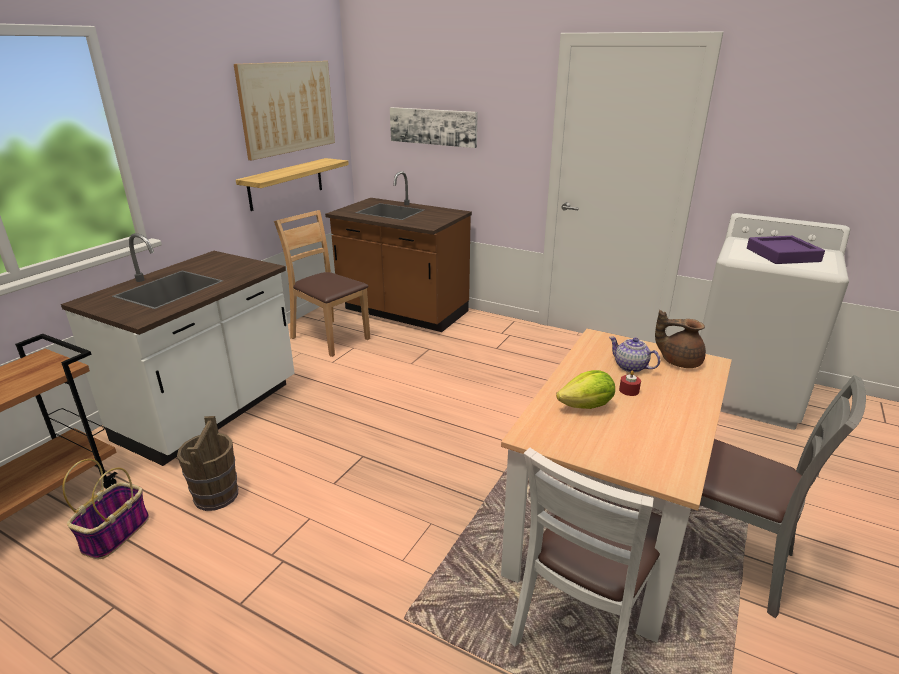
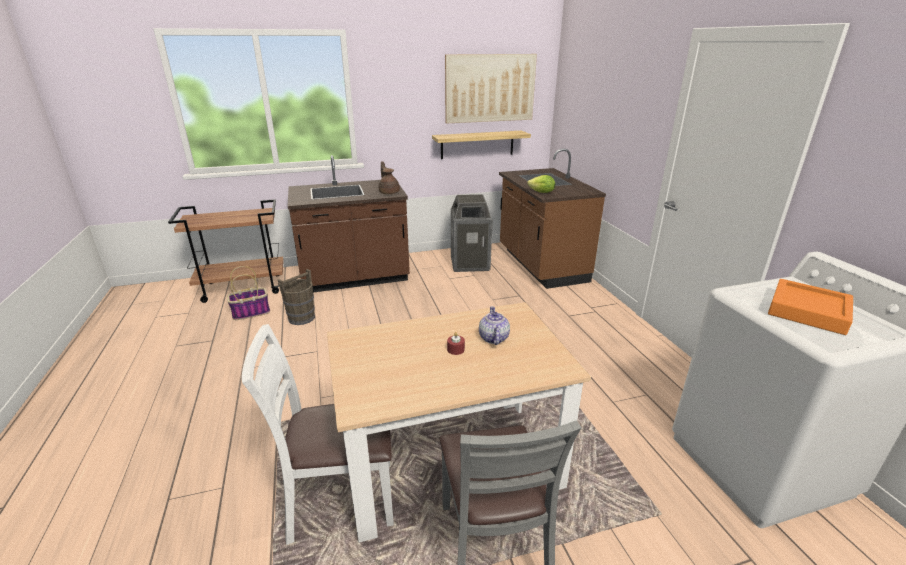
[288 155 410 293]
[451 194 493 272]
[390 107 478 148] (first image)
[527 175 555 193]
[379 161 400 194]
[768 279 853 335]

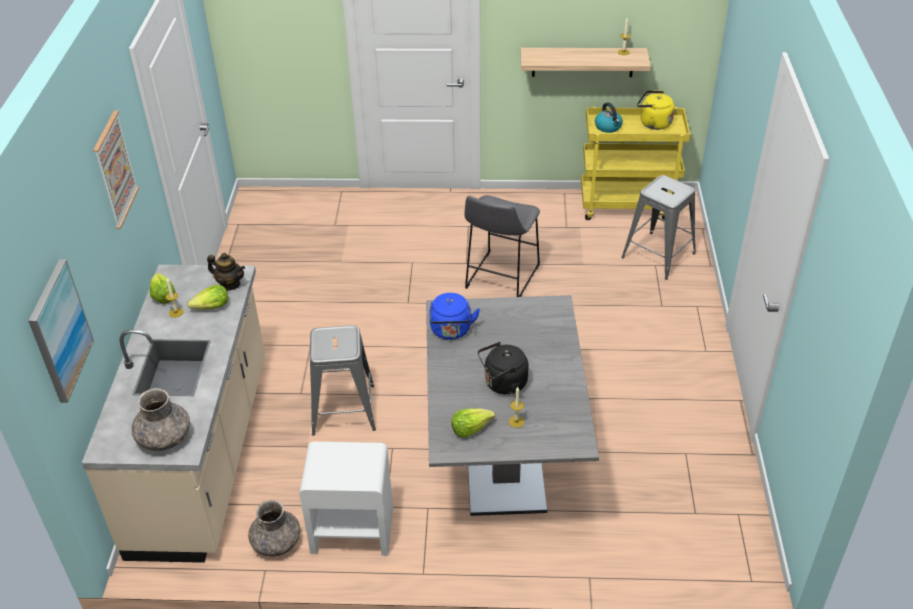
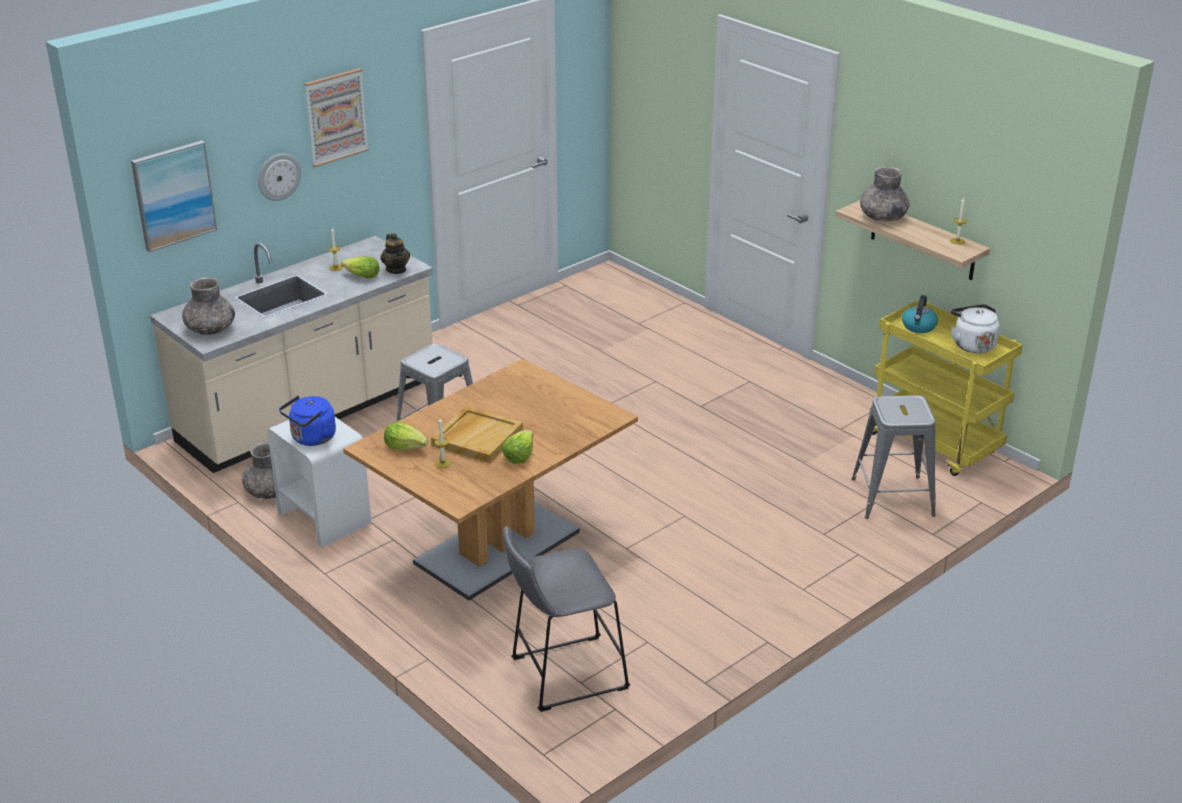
[502 430 533 464]
[343 358 638 601]
[279 395 336 446]
[502 526 630 712]
[431 406 523 463]
[951 304 1000 353]
[258 153 301 201]
[860 167 910 222]

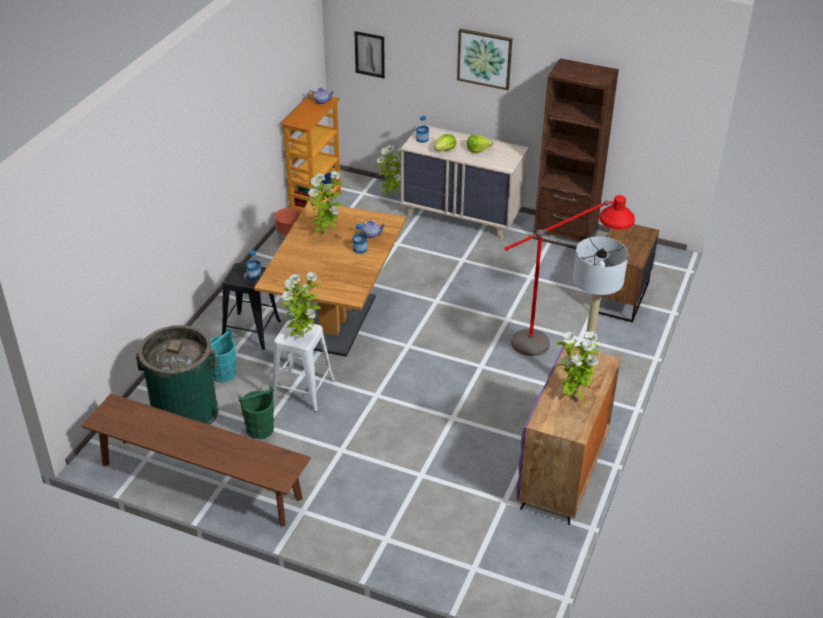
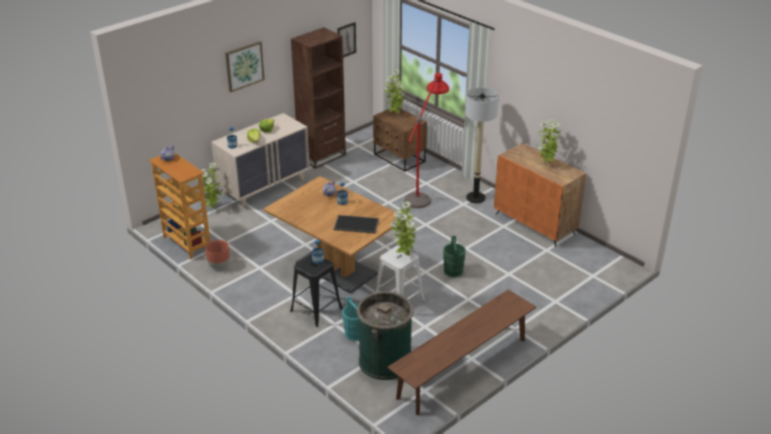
[443 236 466 277]
[384 70 405 114]
[338 22 356 57]
[494 143 586 247]
[334 215 379 233]

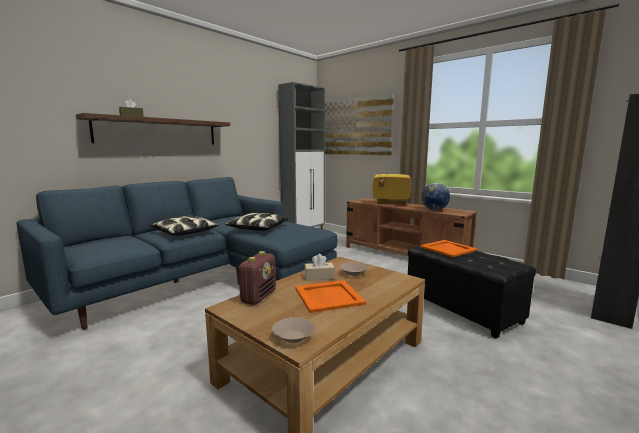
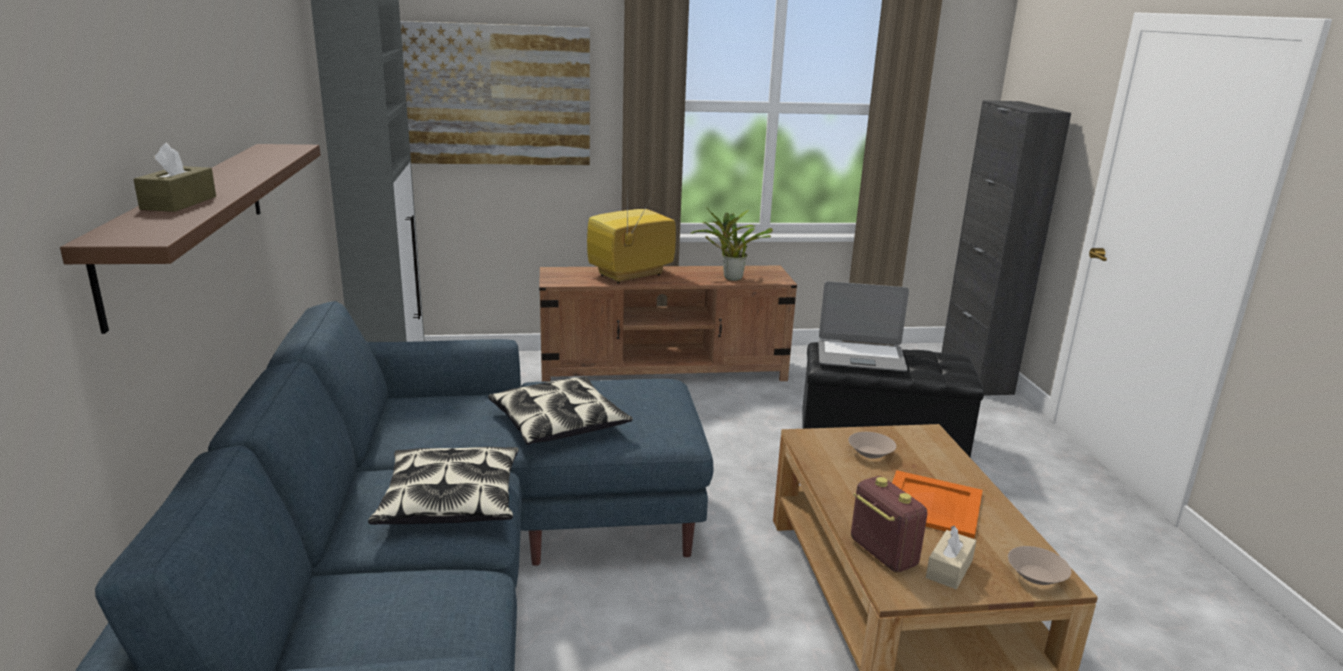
[926 526 976 589]
[818 281 909 372]
[690 208 773 281]

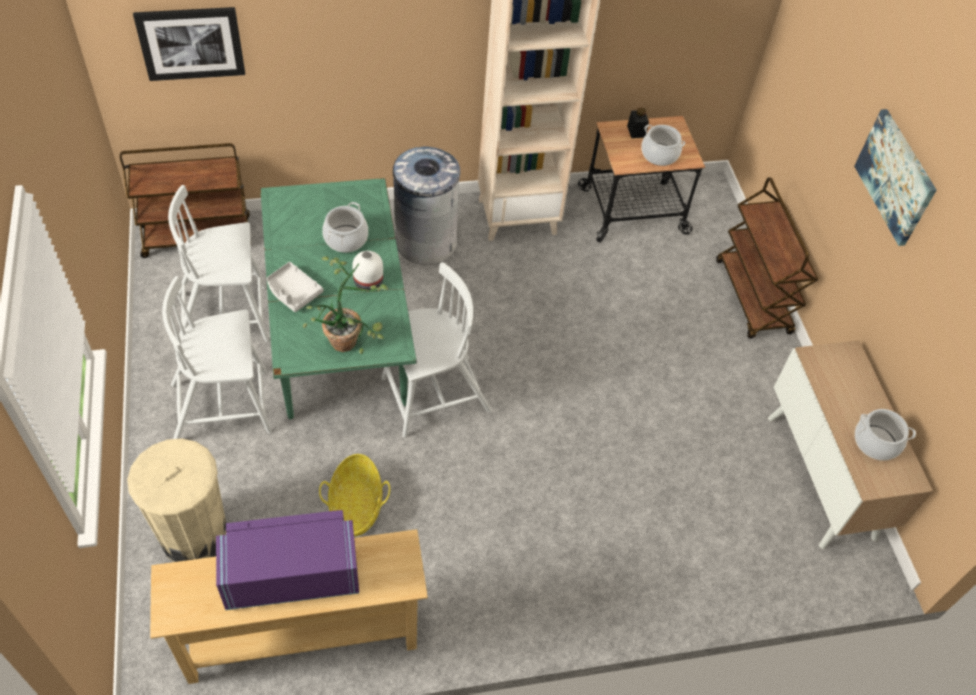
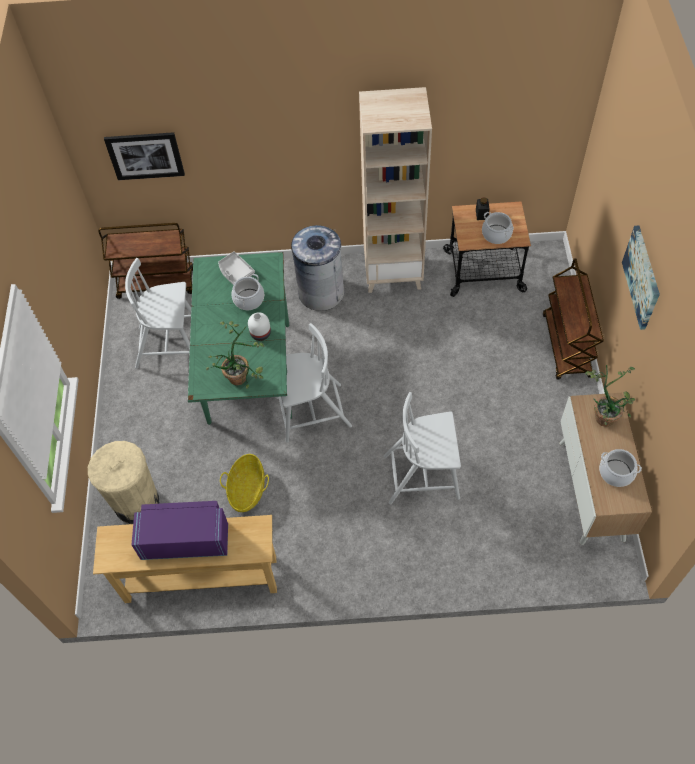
[384 392 461 504]
[218 251 255 285]
[585 365 635 427]

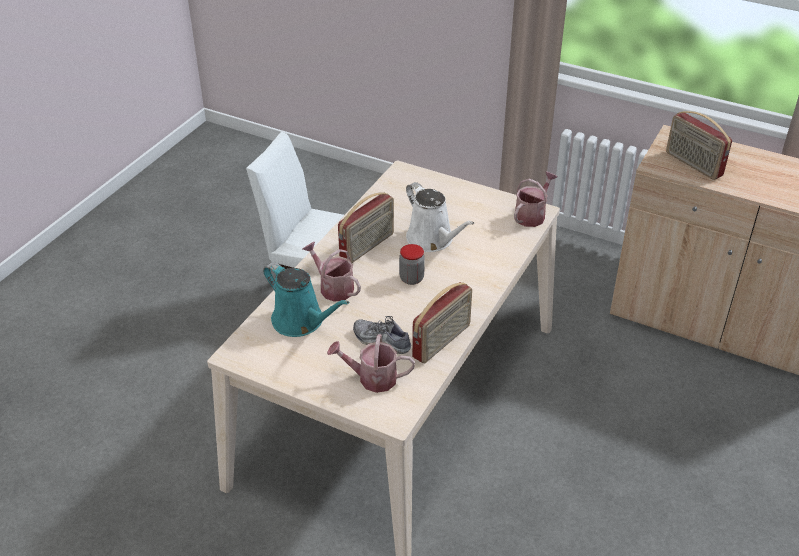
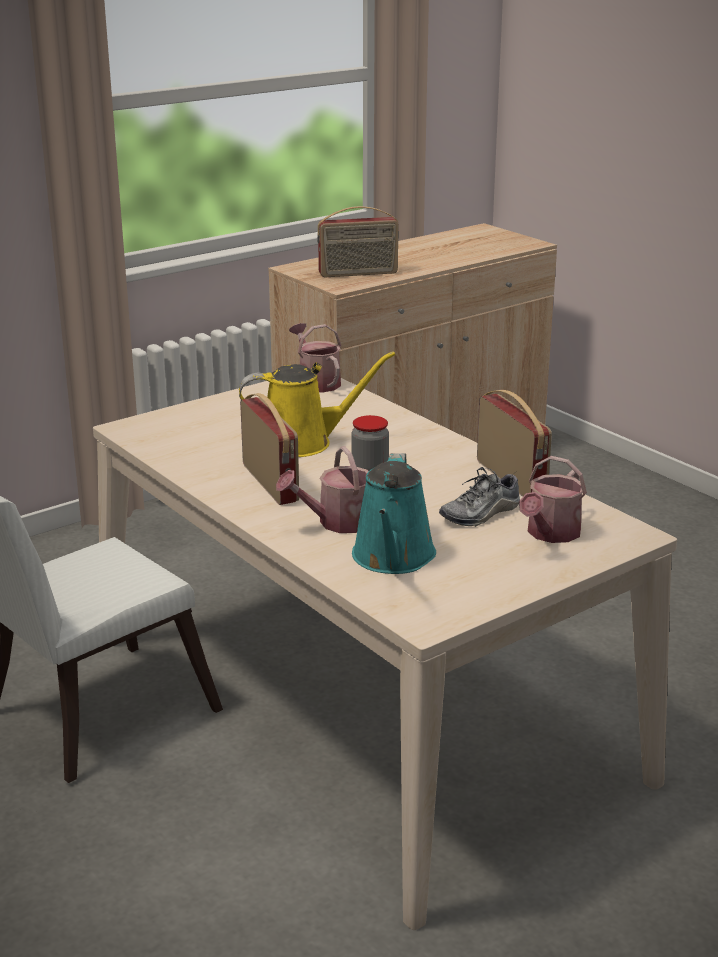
[352 453 436 574]
[239 351 395 457]

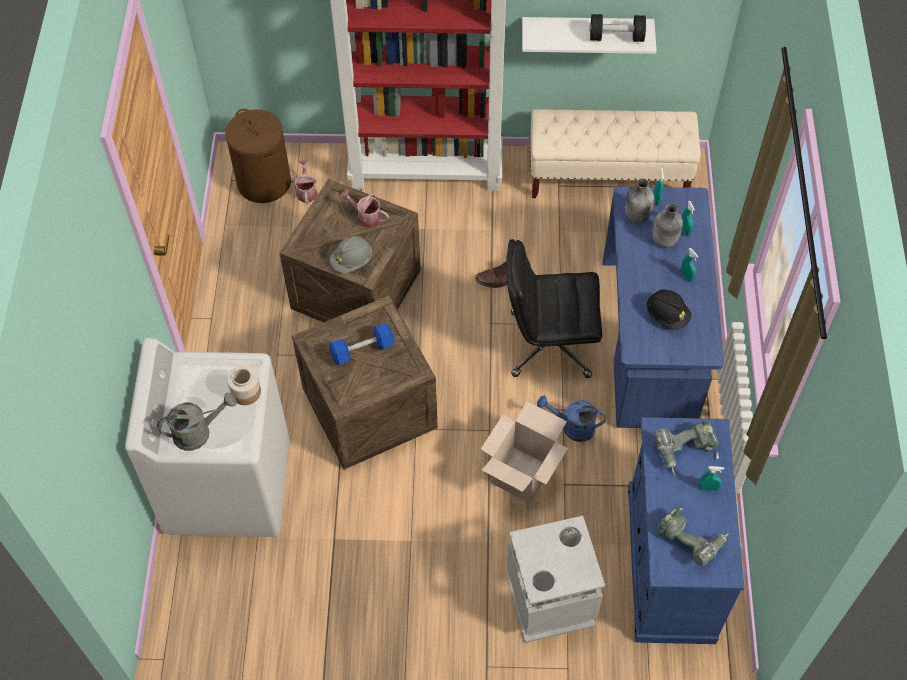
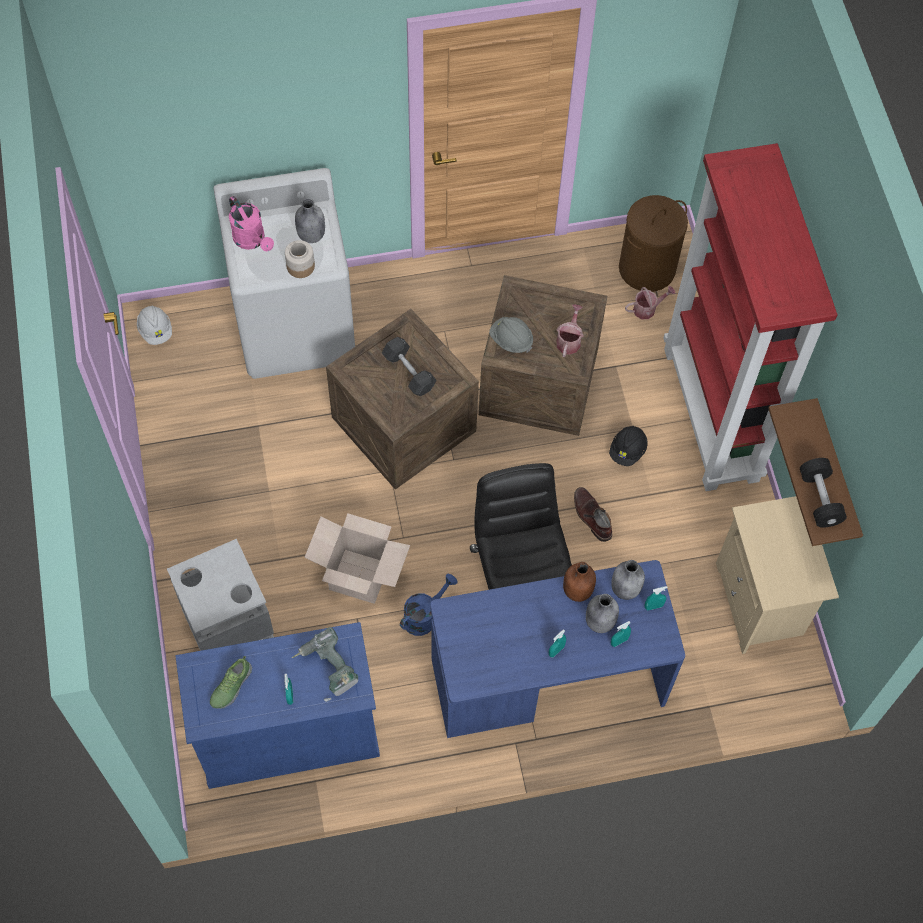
[229 196 274 251]
[382 337 436 396]
[768 398 863 546]
[716 496 839 654]
[400 574 457 636]
[609 426 648 466]
[210 656 252 709]
[137 306 172 345]
[295 198 325 243]
[563 562 596 602]

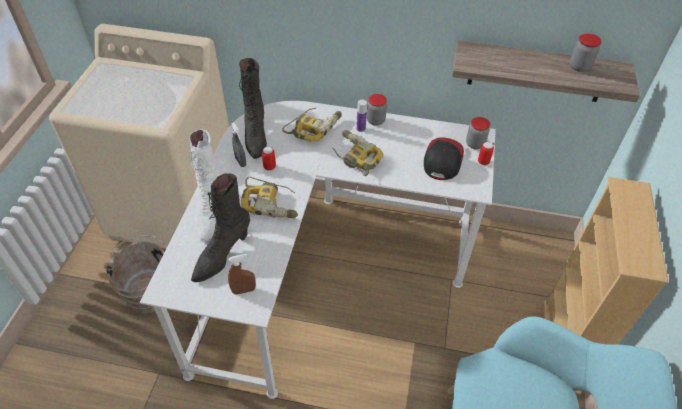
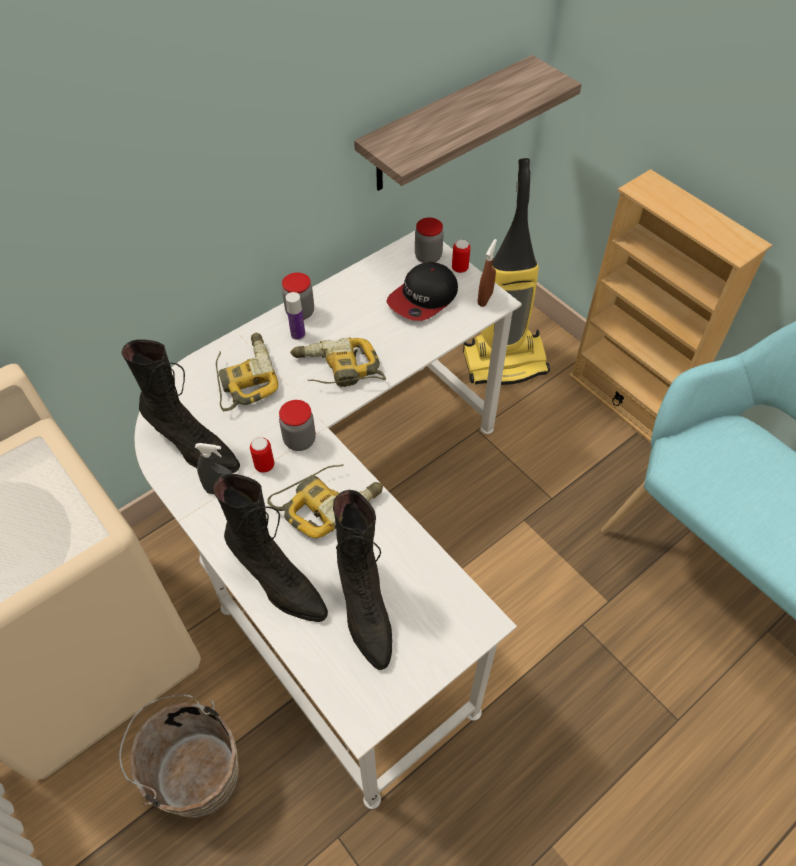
[213 473 328 622]
[478 239 497 307]
[386 262 458 321]
[279 400 316 451]
[463 158 550 385]

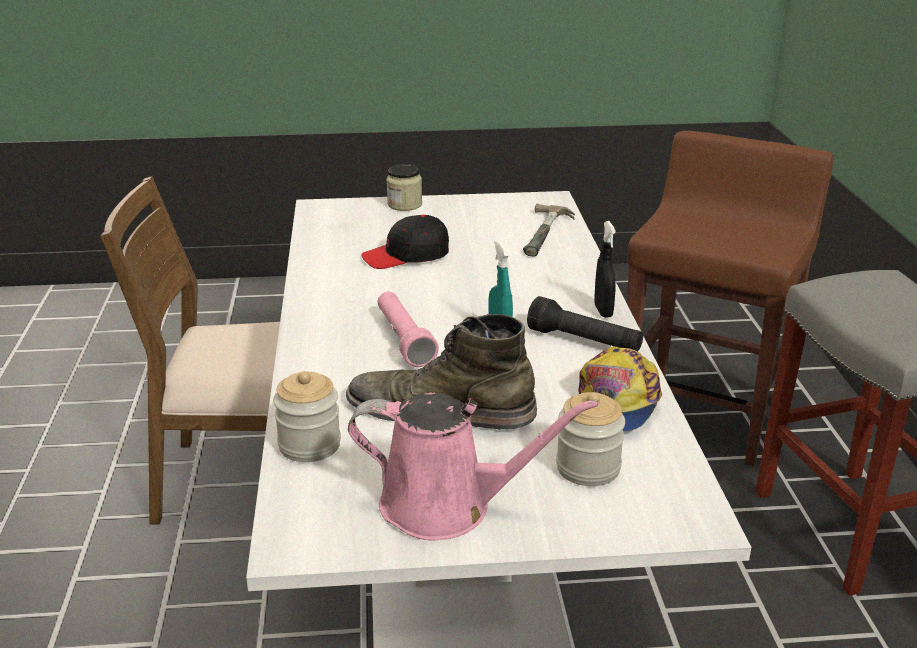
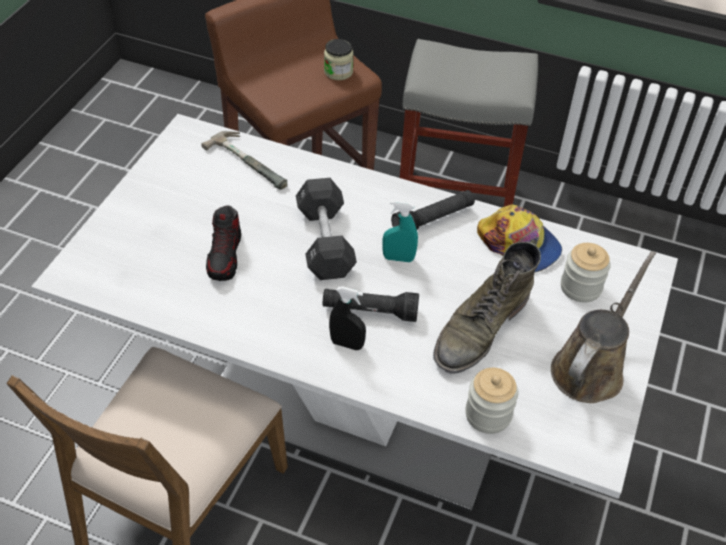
[551 251 656 403]
[206 205 241 281]
[323 289 419 322]
[324 39 354 80]
[329 286 366 350]
[296 178 357 280]

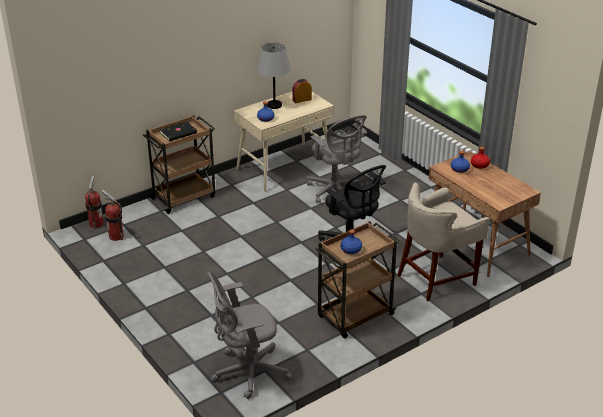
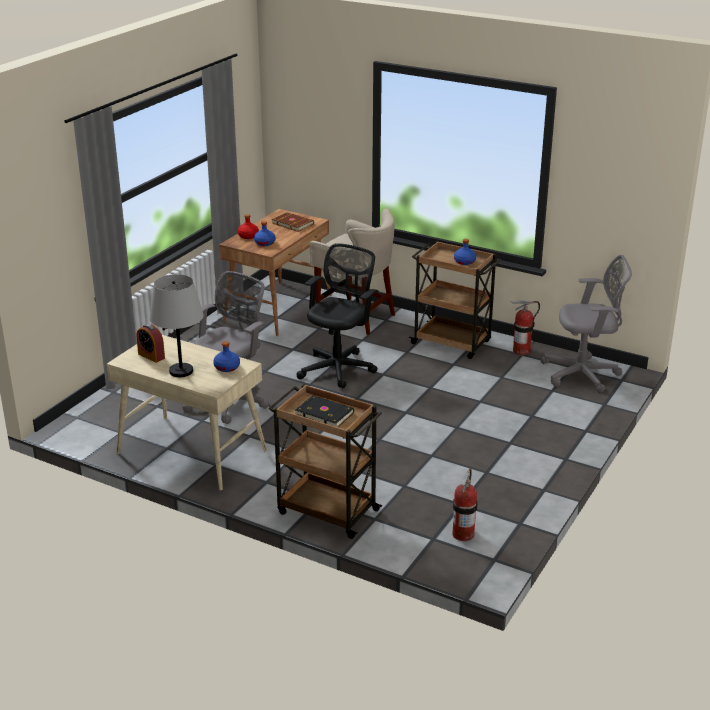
[510 300 540 356]
[541 255 632 393]
[272 212 314 232]

